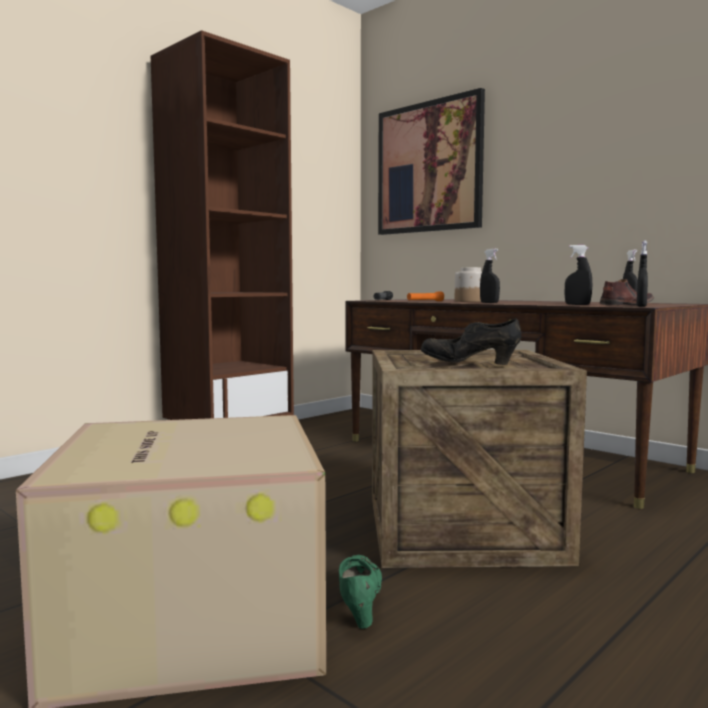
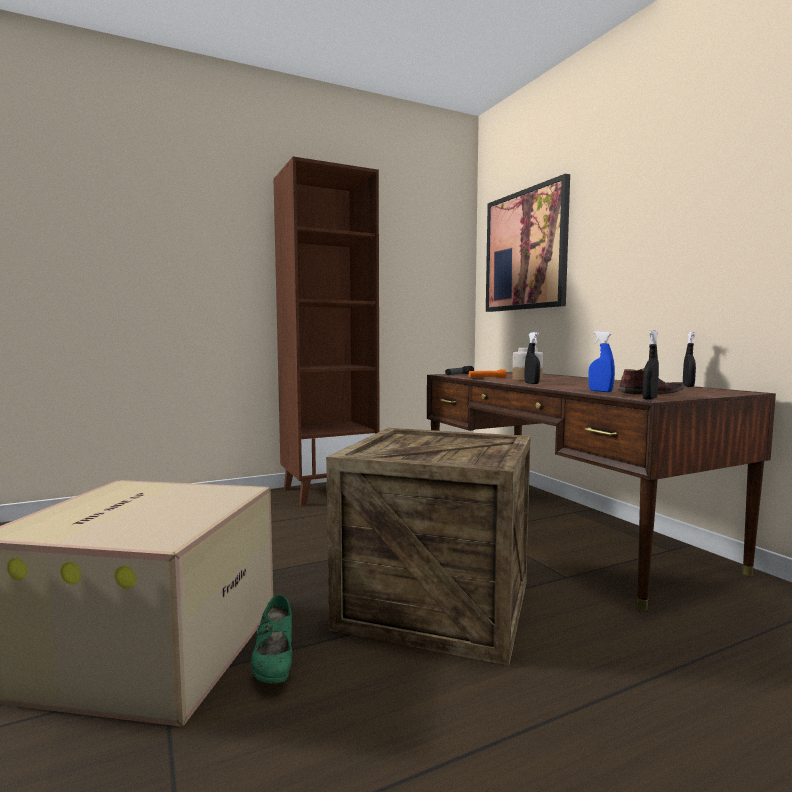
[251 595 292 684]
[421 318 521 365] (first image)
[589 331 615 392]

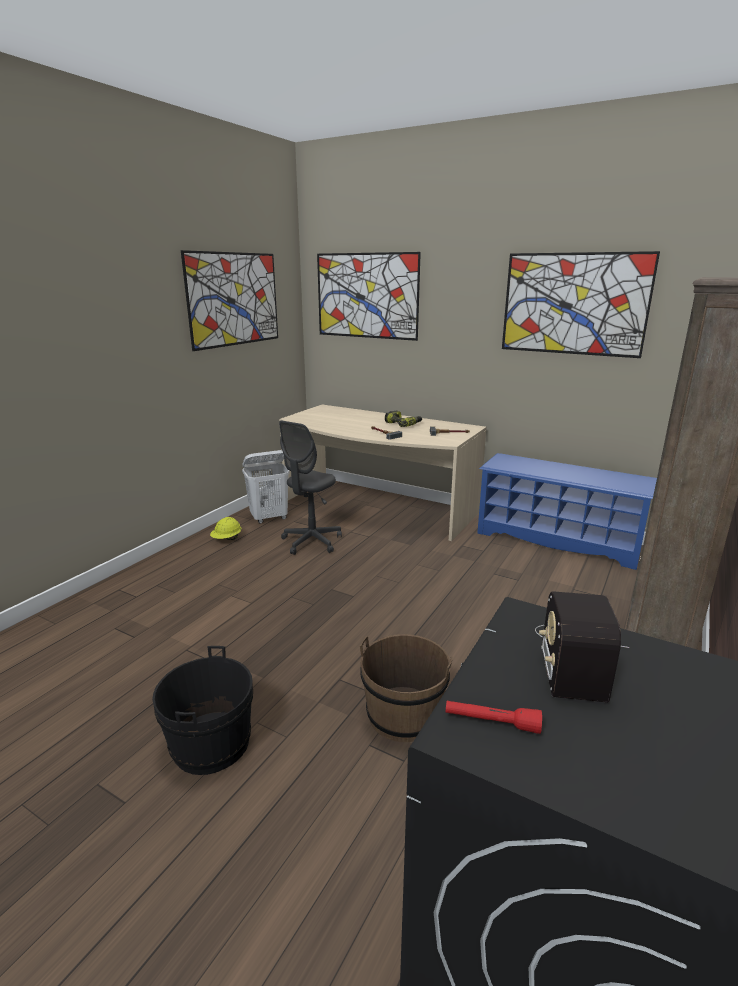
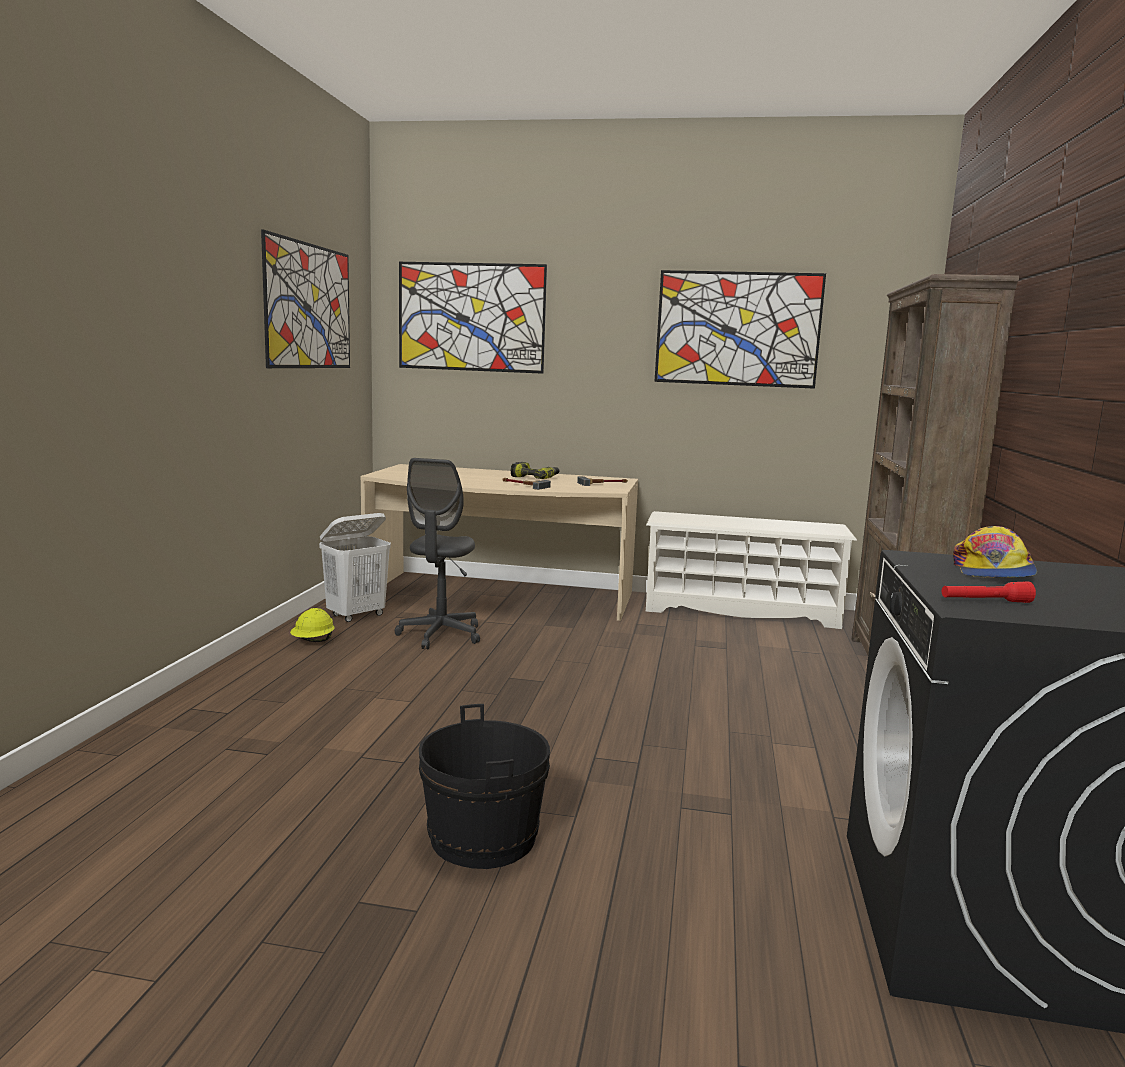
[360 634 453 742] (first image)
[646 511 857 629]
[953 526 1037 578]

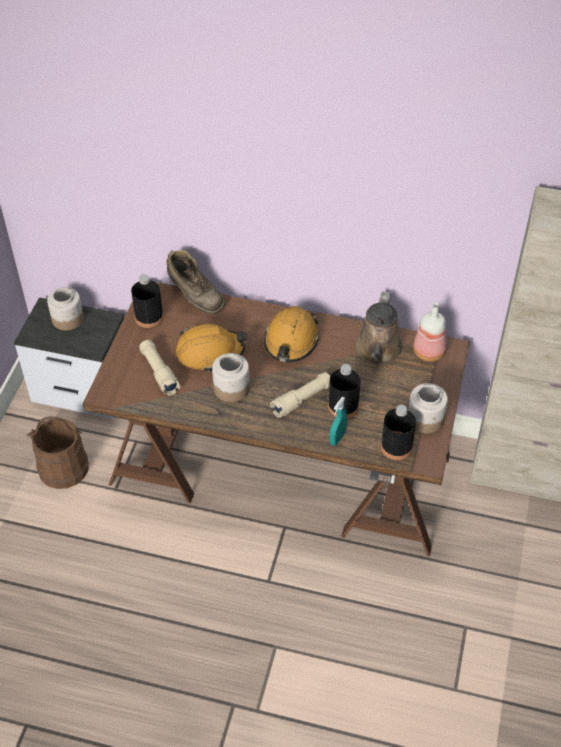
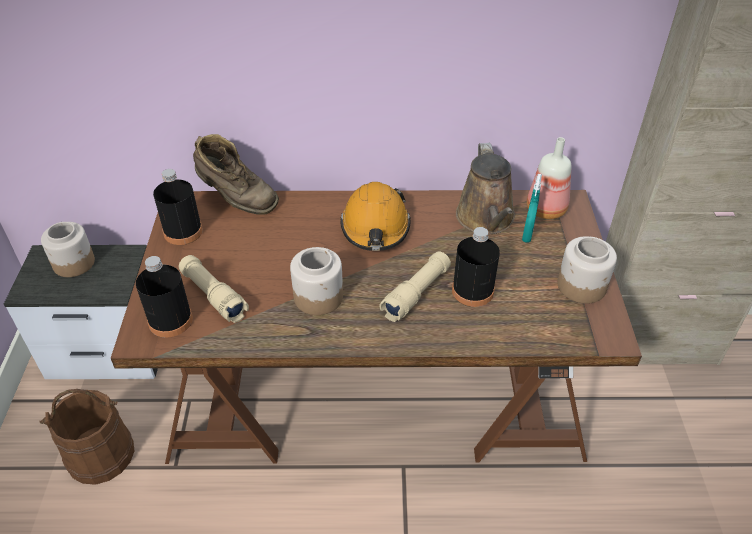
[176 324 247 372] (first image)
[522 174 542 243]
[136 256 193 337]

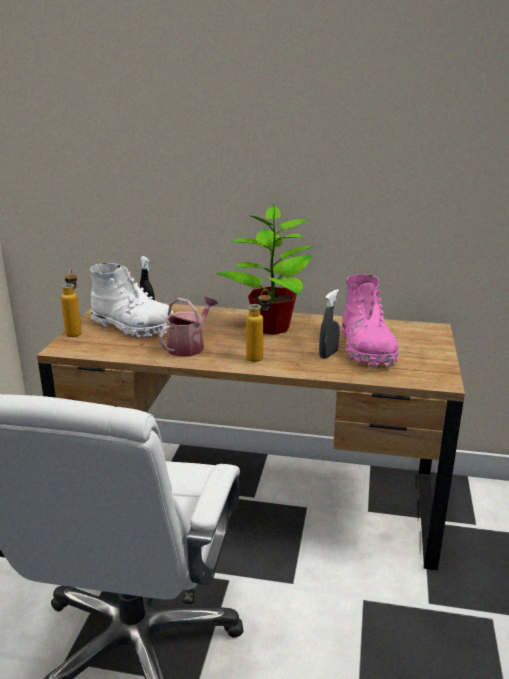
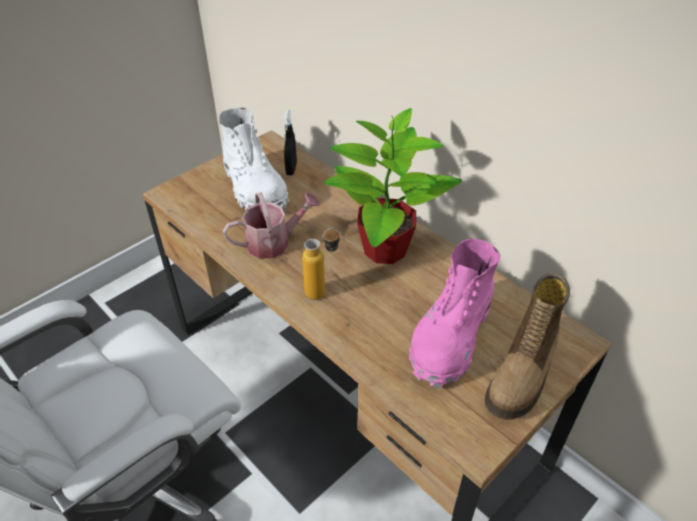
[61 269 82 337] (first image)
[319 289 340 358] (first image)
[485 273 570 420]

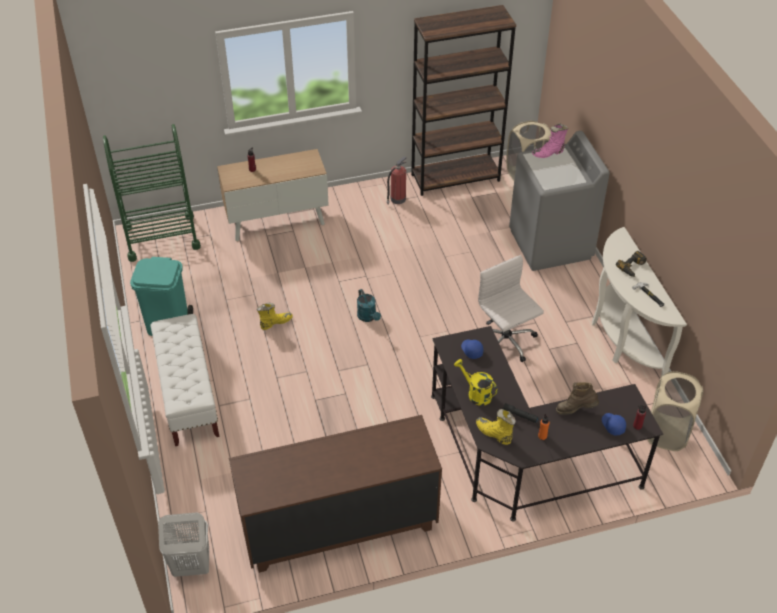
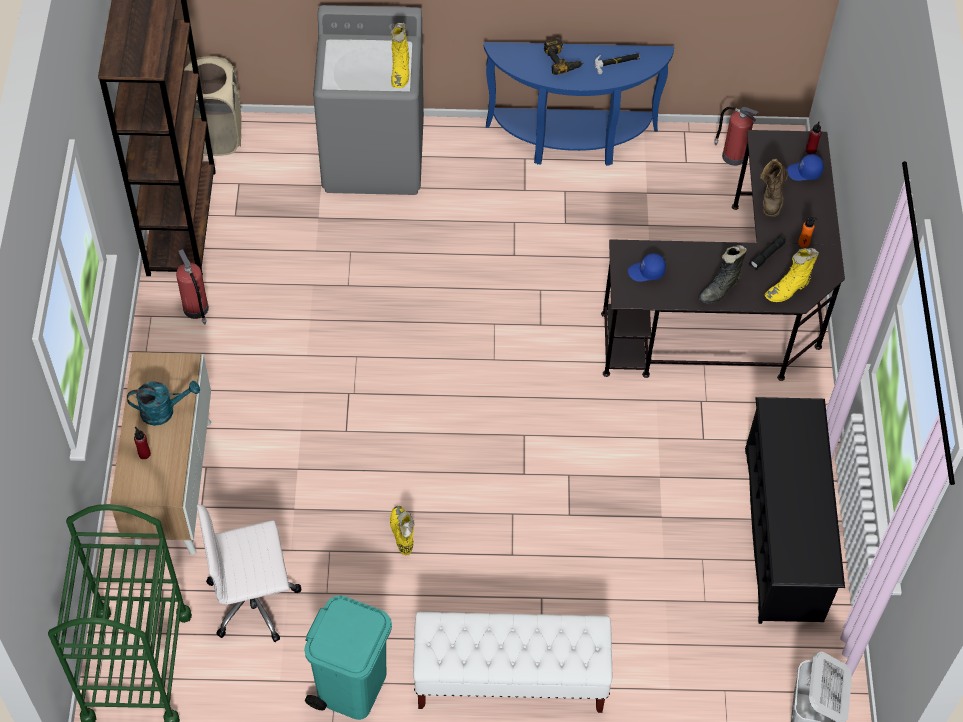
[745 397 845 624]
[127 381 200 426]
[699 245 747 304]
[197 504 301 642]
[532 123 568 158] (first image)
[484 42 674 166]
[714 106 759 166]
[391 23 409 88]

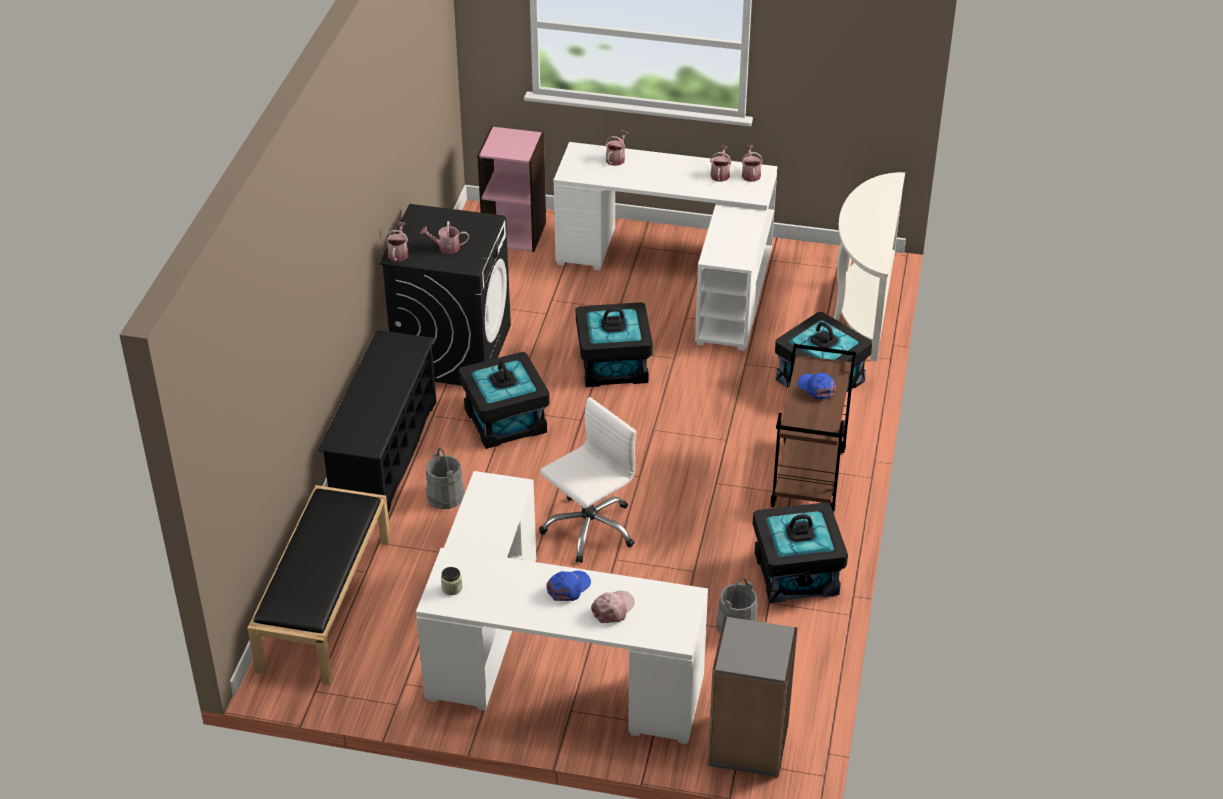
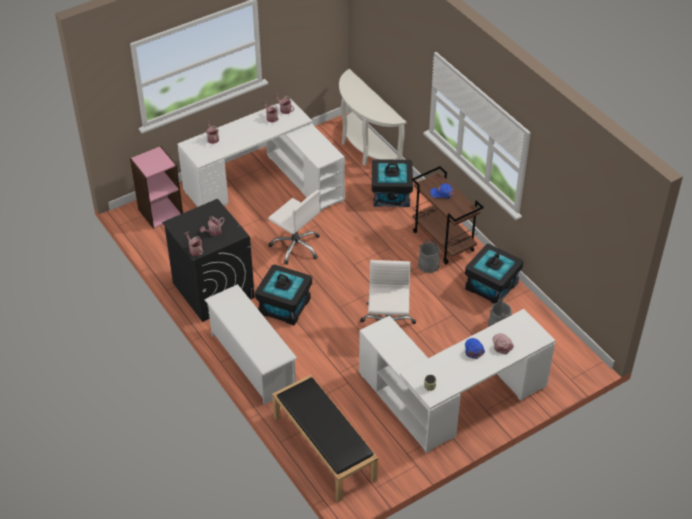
[204 284 297 405]
[418 240 441 273]
[268 190 320 265]
[708 616 798 778] (first image)

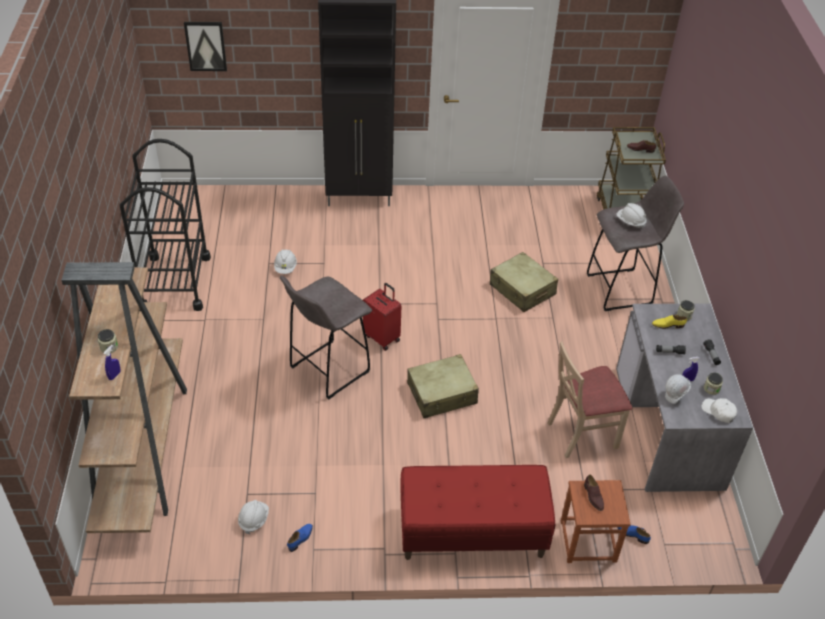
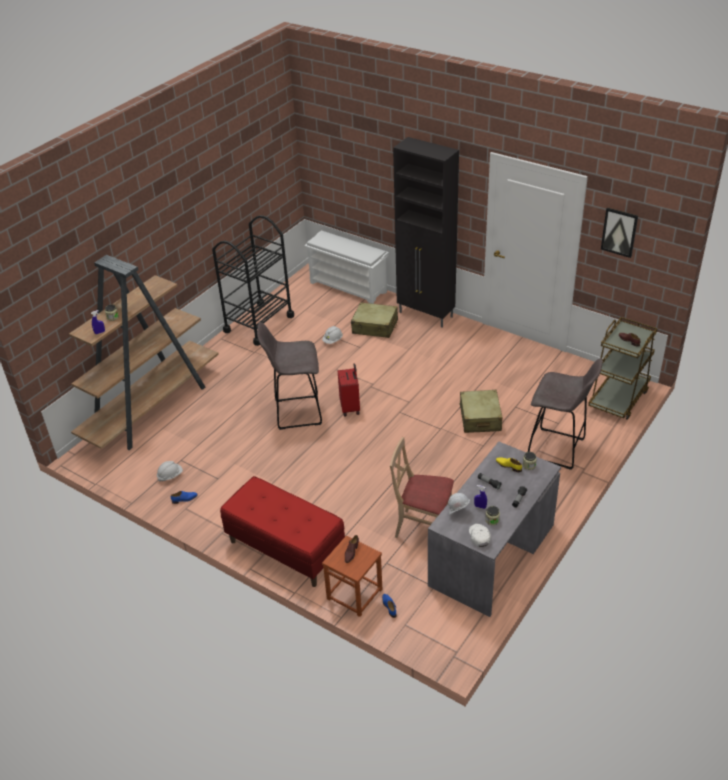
[601 207 638 258]
[351 302 398 338]
[616 203 647 228] (first image)
[304 230 389 304]

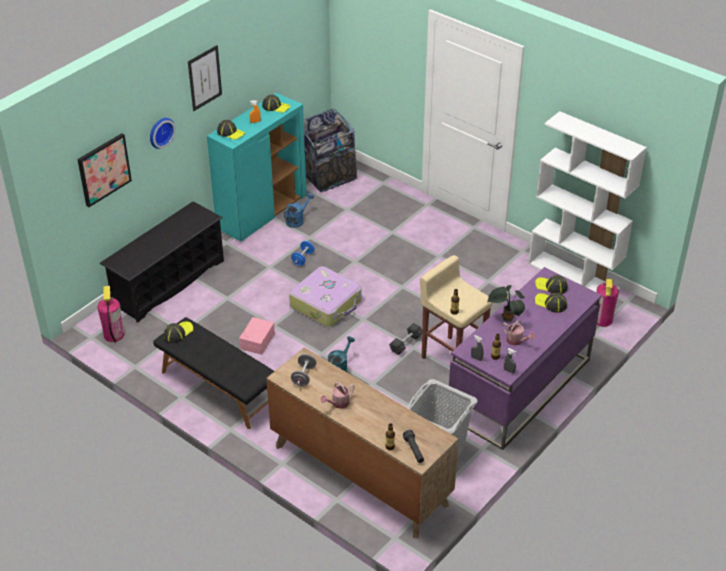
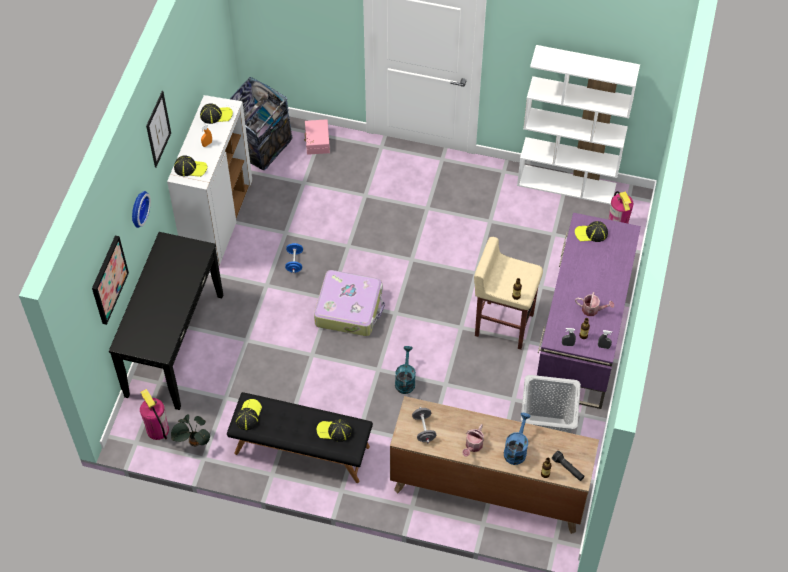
[109 232 223 410]
[167 95 252 266]
[304 119 330 155]
[504 413 530 465]
[389 323 422 355] (first image)
[171 414 210 447]
[317 419 352 442]

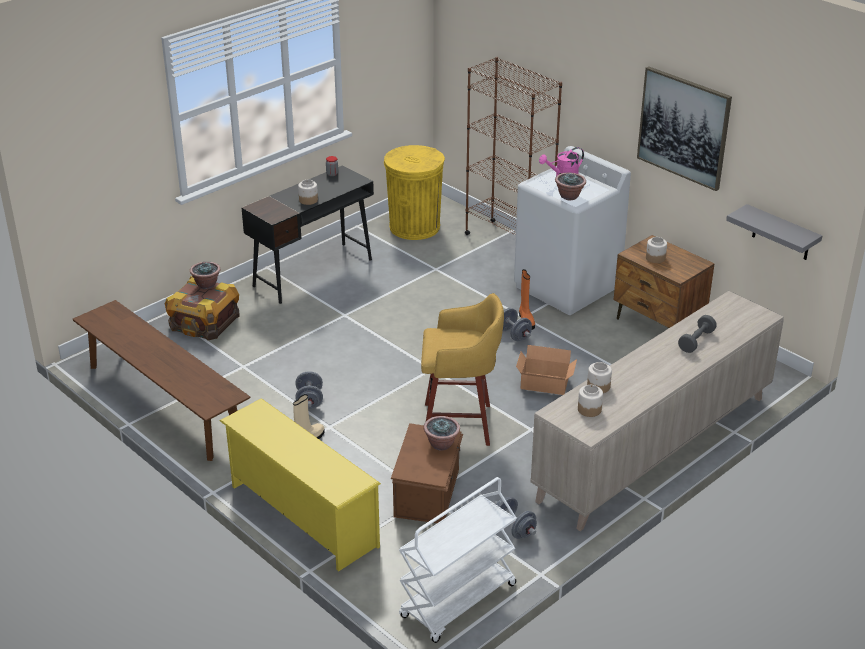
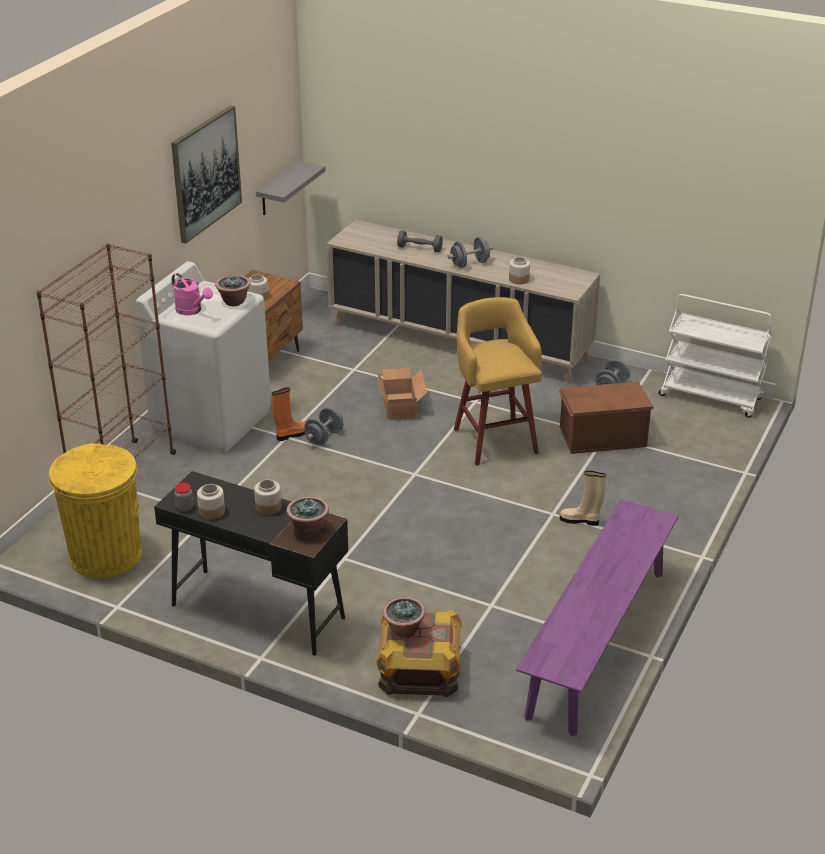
[516 500 679 736]
[220 398 381 572] (first image)
[447 237 493 268]
[286 496 329 536]
[197 484 225 519]

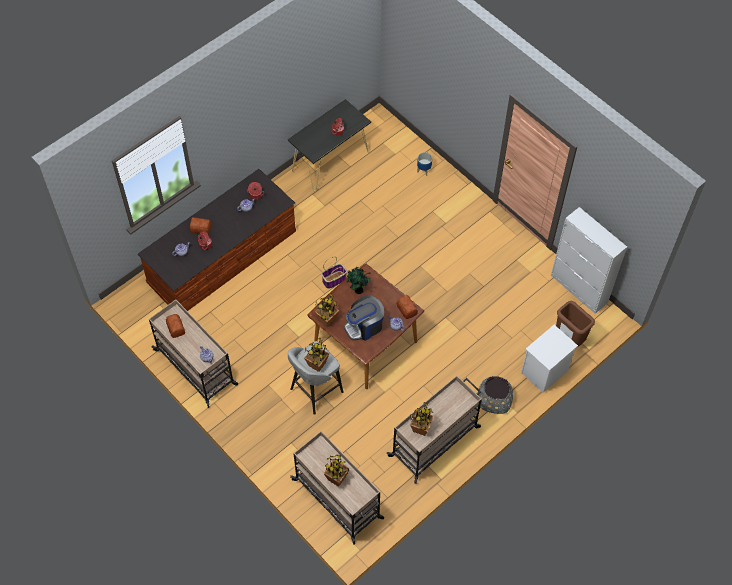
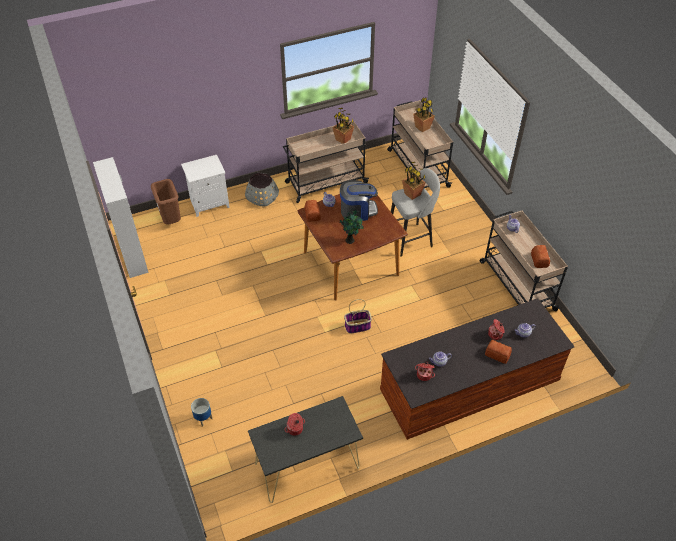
[315 293 339 328] (first image)

